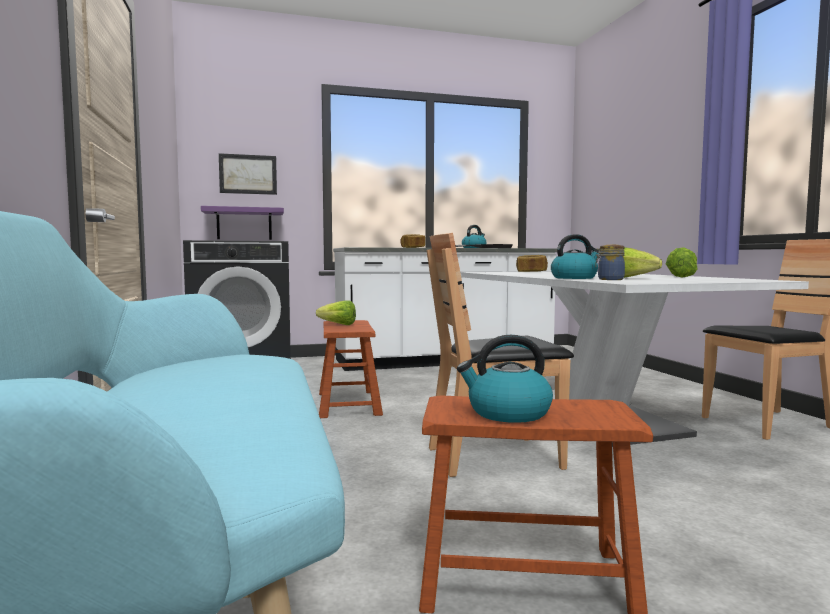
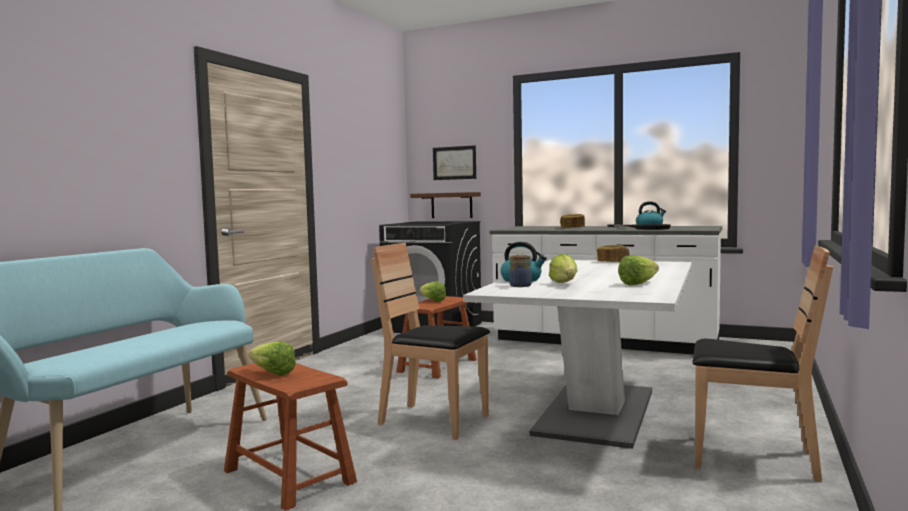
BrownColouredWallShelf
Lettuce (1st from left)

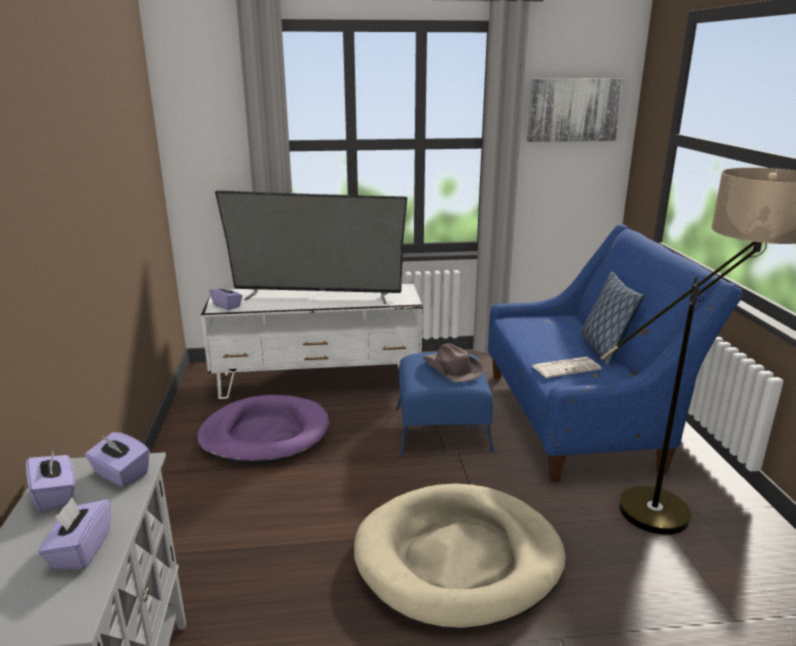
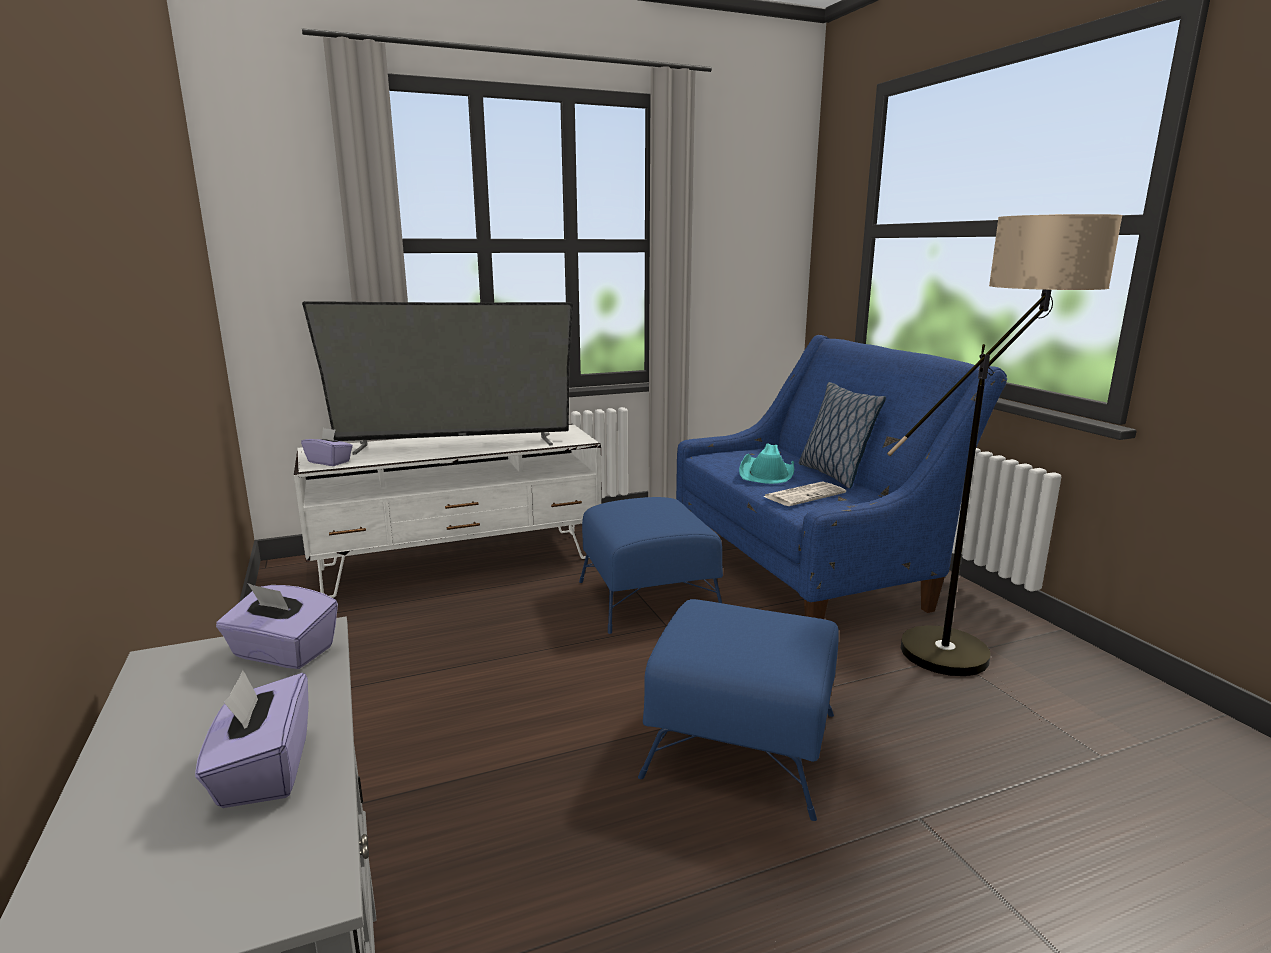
WallPicture
BrownColouredWearableHat
PurpleColouredDogCushion
PurpleColouredTissueHolder (1st from left in the first image)
BluishOttoman (2nd from left)
TurquoiseColouredWearableHat

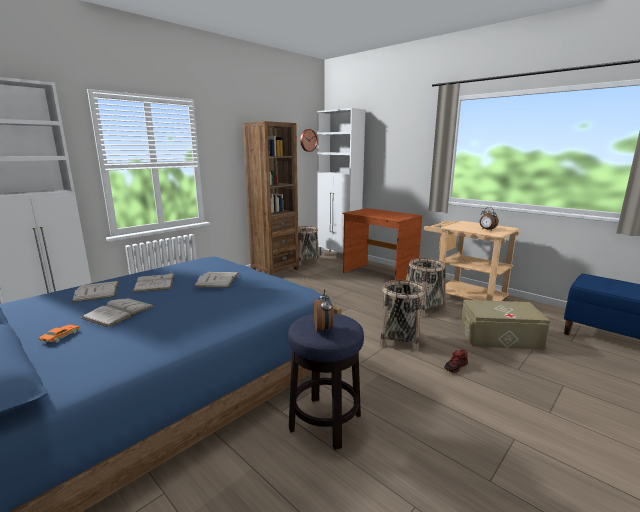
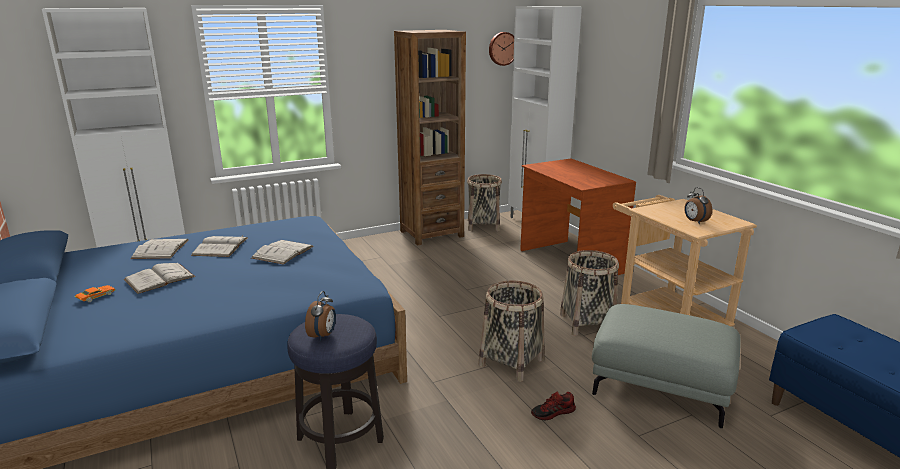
GrayOttoman

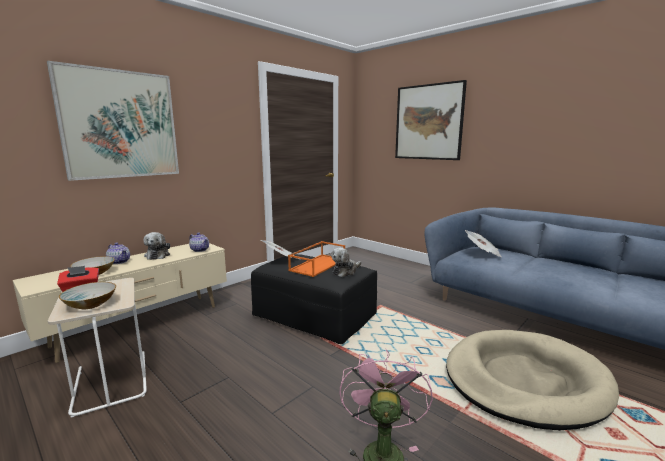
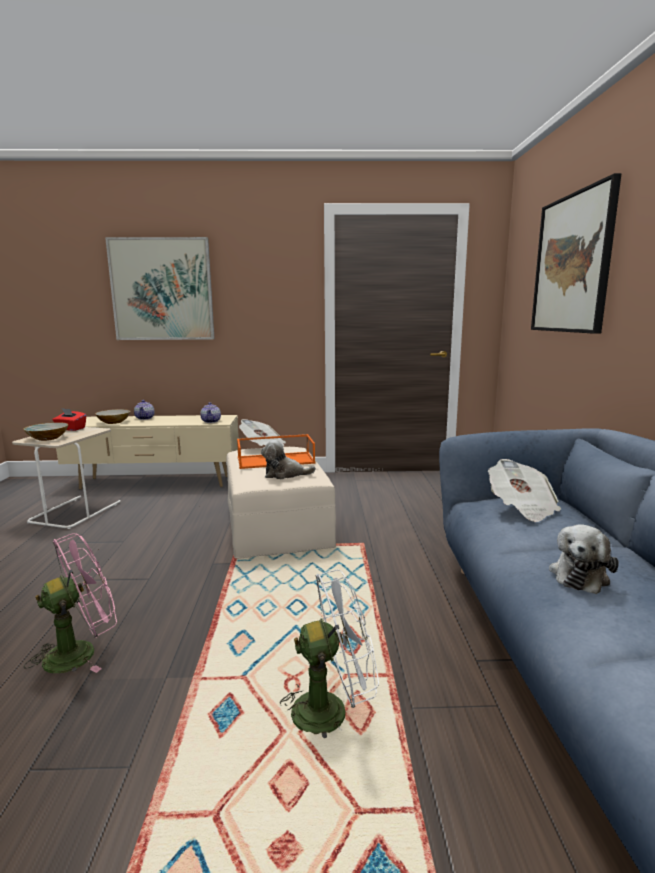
CuddlyToy (2nd from left)
BeigeColouredOttoman
WhitishFan

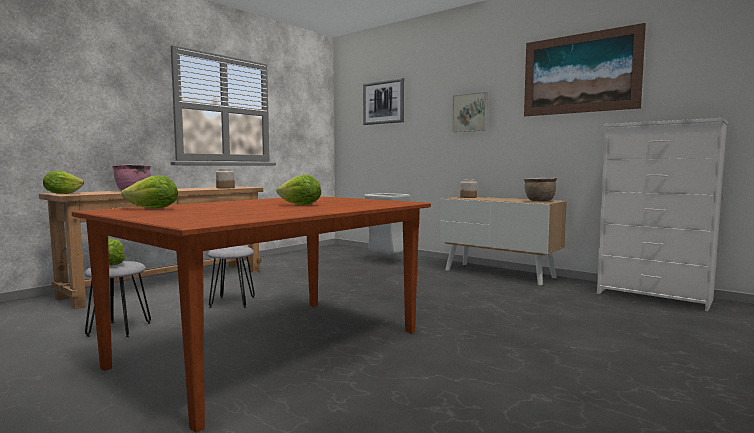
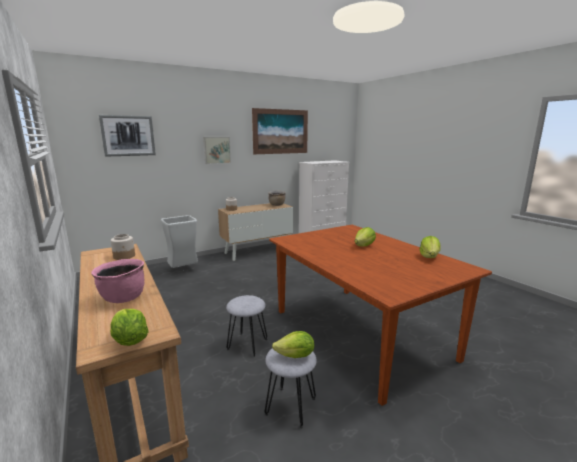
Lettuce (4th from left)

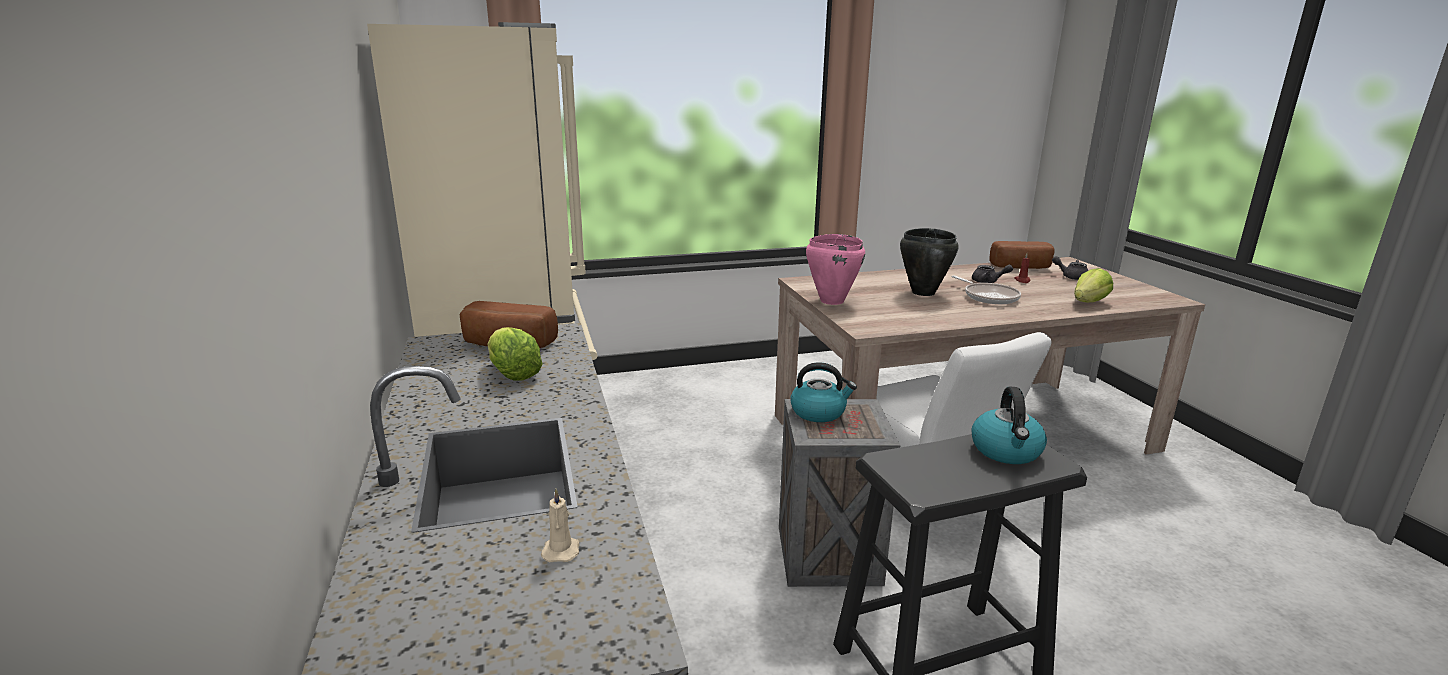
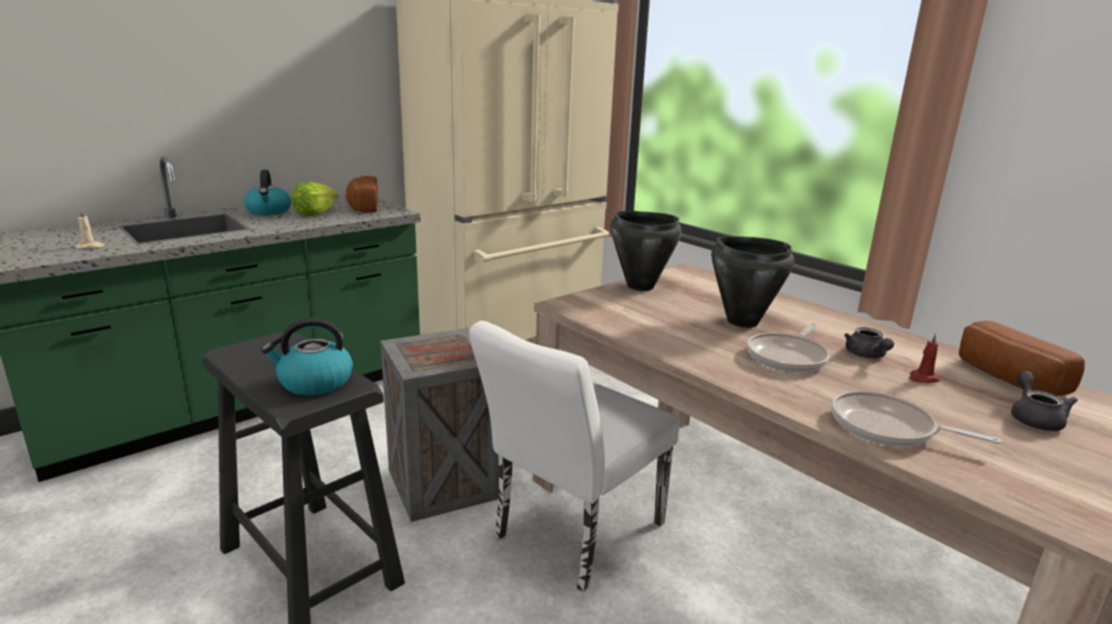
BlackStockpot (1st from left)
Pan (2nd from left)
WaterKettle (1st from left)

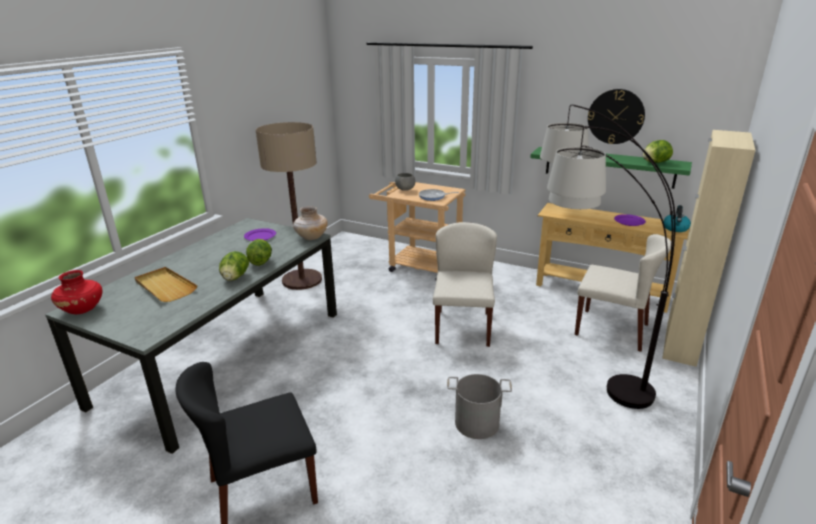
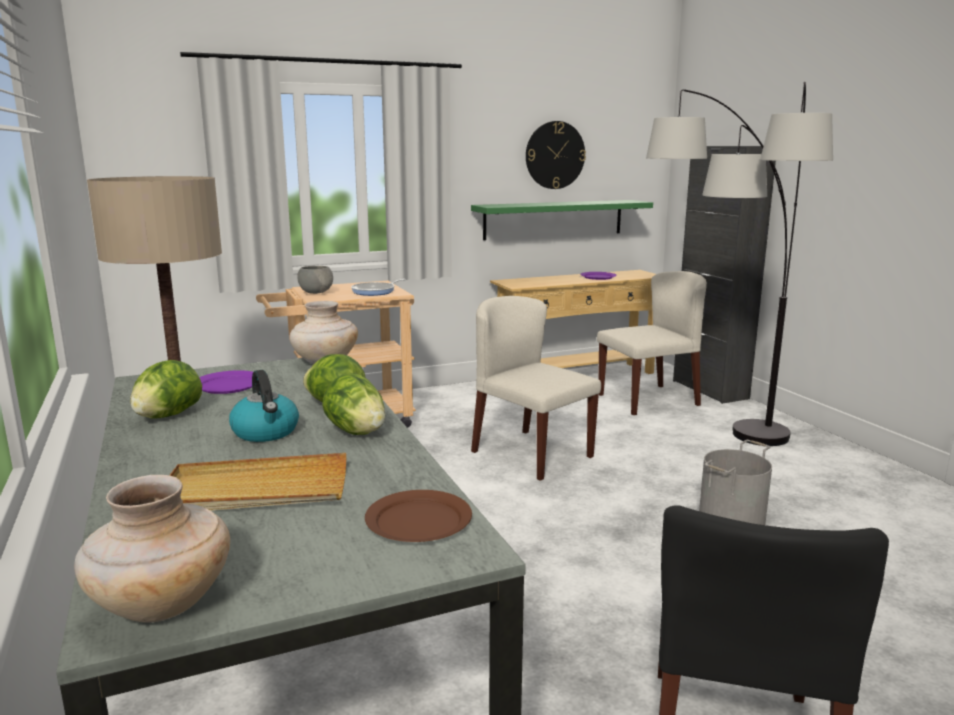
BlackCabinet
Lettuce (1st from left)
WaterKettle
BeigeColouredDecorativeVase (1st from left)
BrownColouredFlatDish

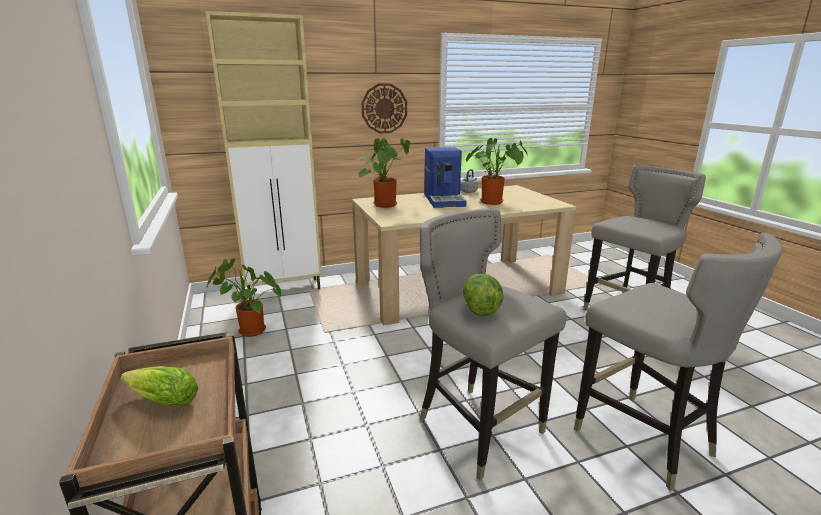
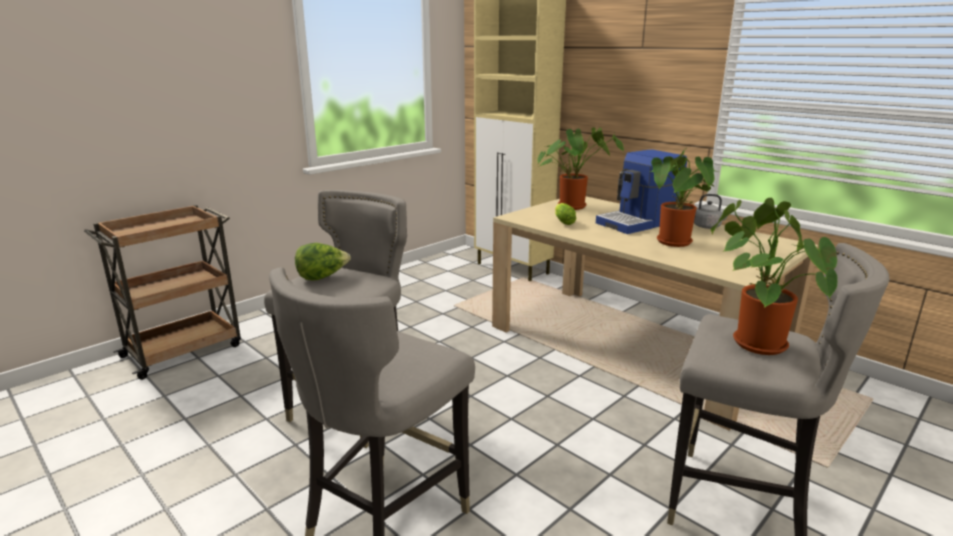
ClockOnTheWall
PottedPlant (3rd from left)
Lettuce (2nd from left)

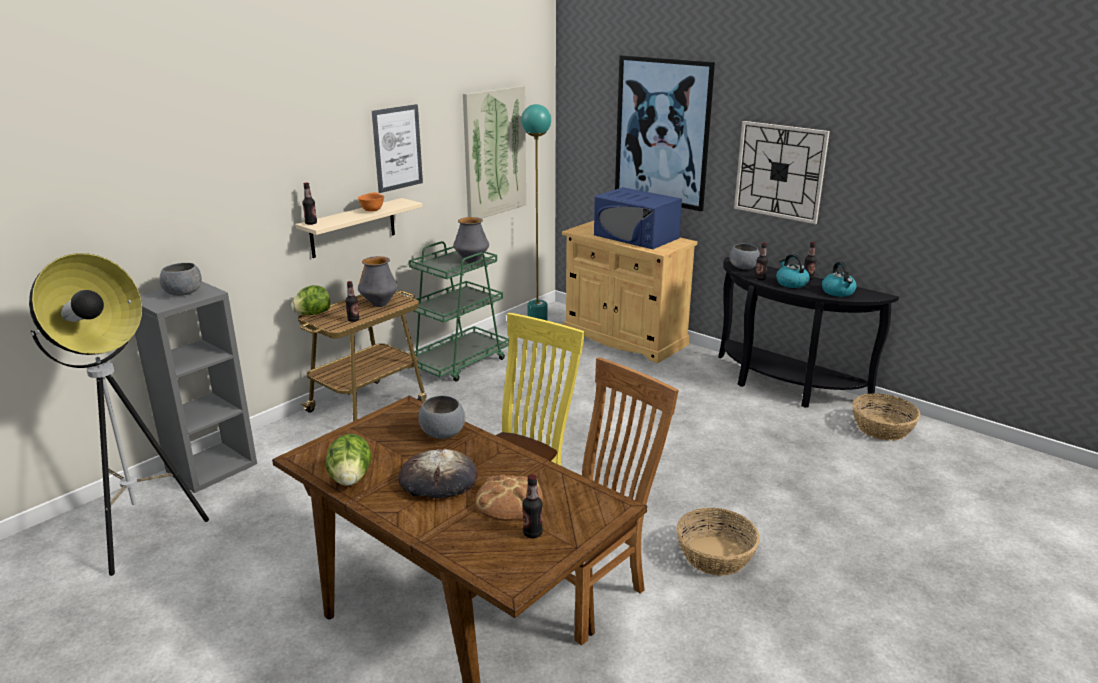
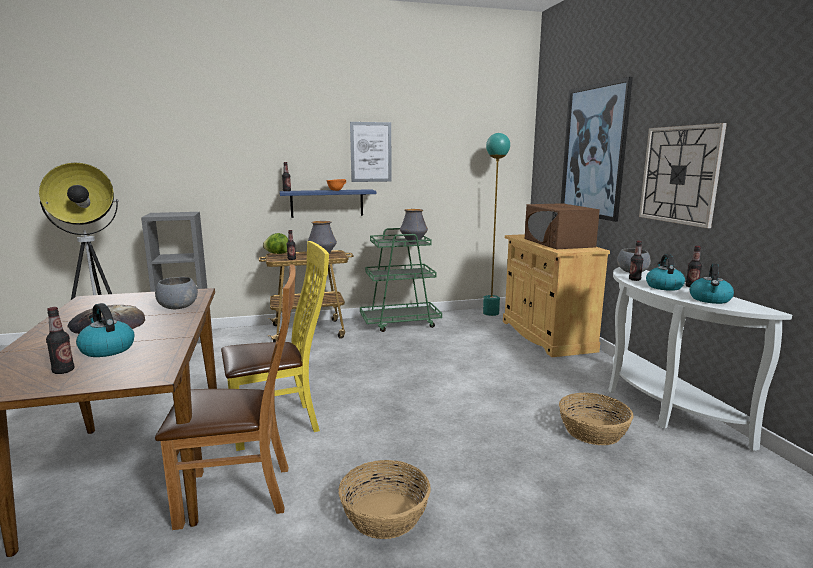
WallPicture (2nd from left in the first image)
BrownColouredMicrowaveOven
BluishWallShelf
WhitishNarrowTable
GrayBowl (1st from left in the first image)
Basket (2nd from left)
Lettuce (2nd from left in the first image)
WaterKettle (1st from left)

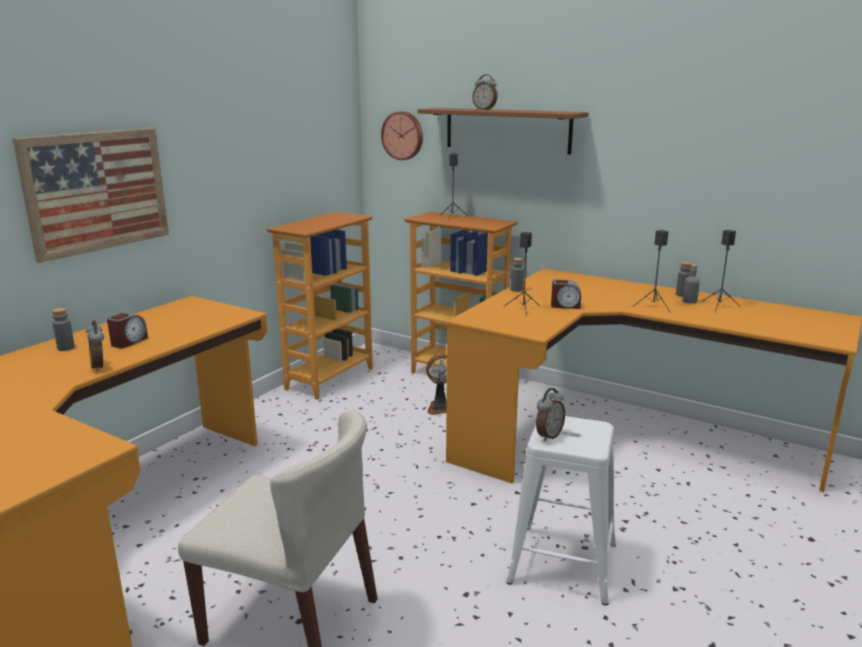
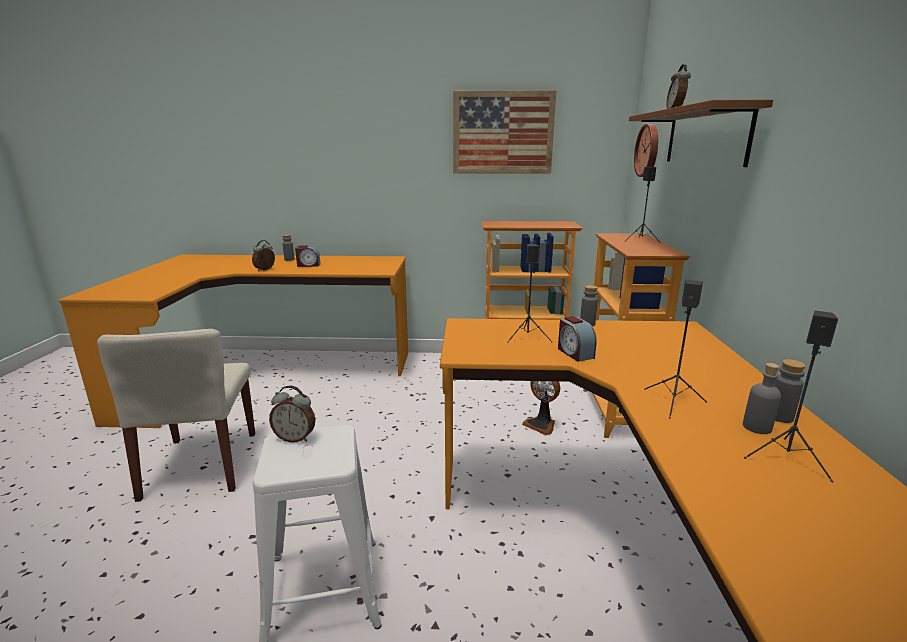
WallPicture

